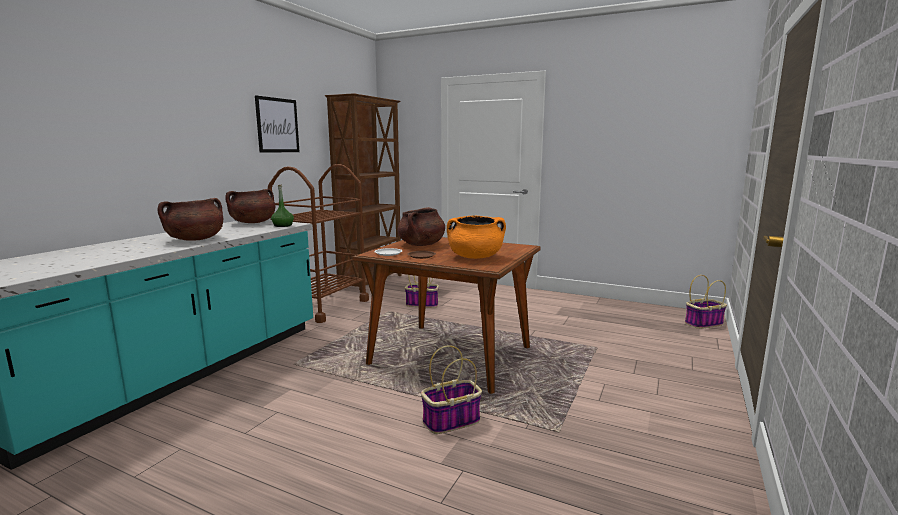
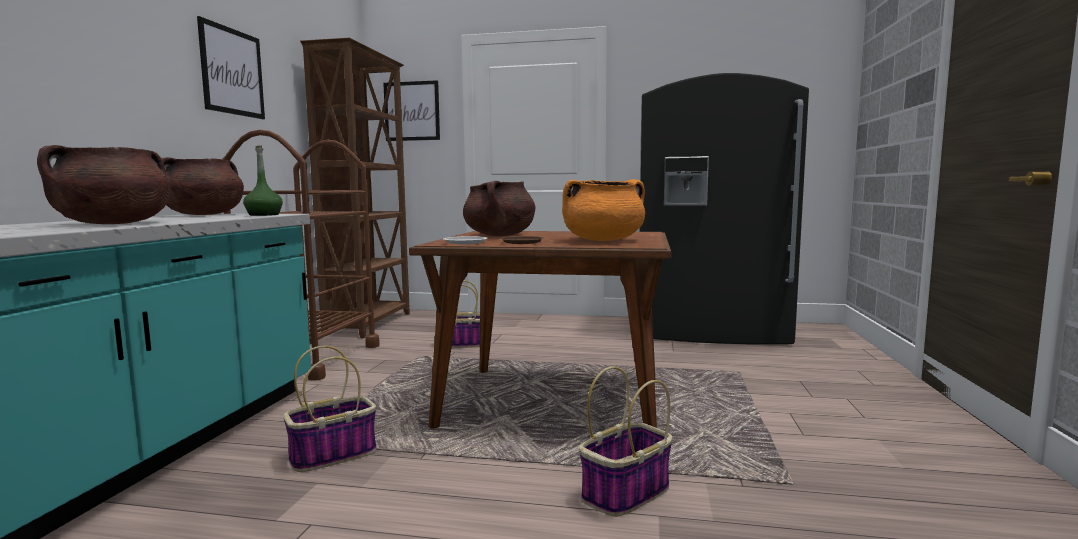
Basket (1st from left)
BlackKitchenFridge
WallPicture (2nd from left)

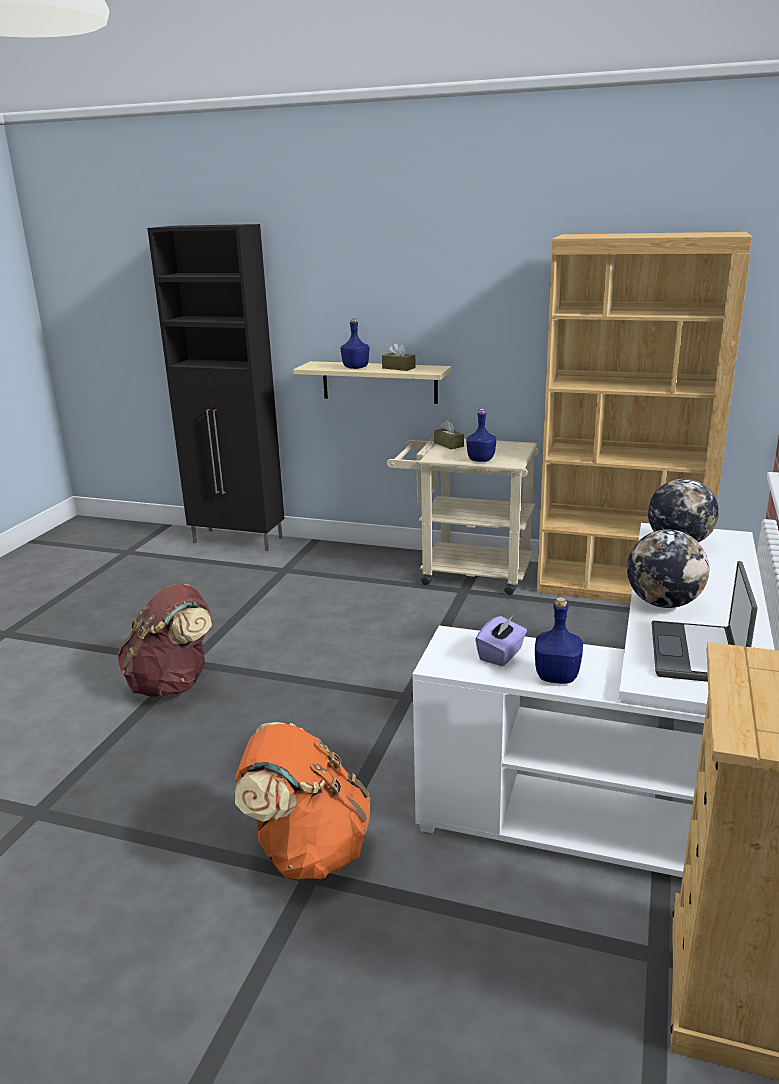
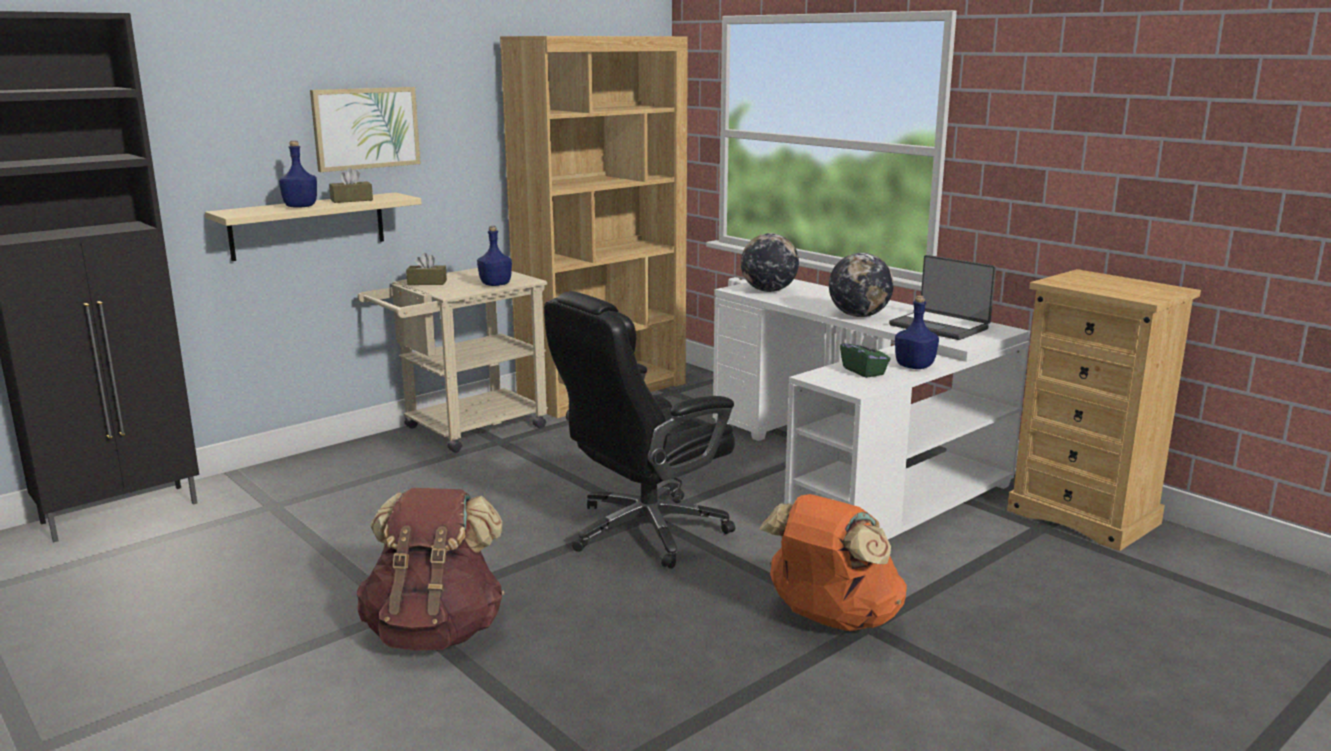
GreenTissueHolder
WallPicture
BlackDeskChair

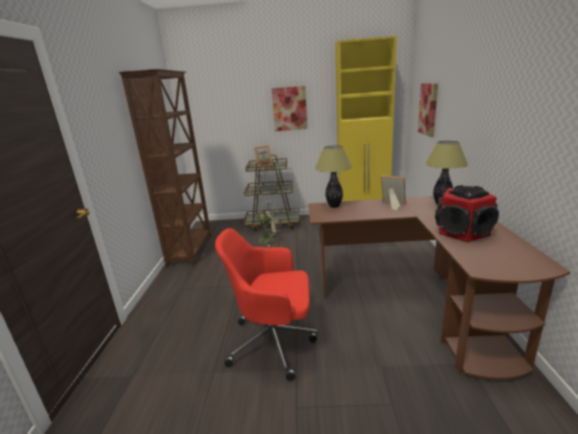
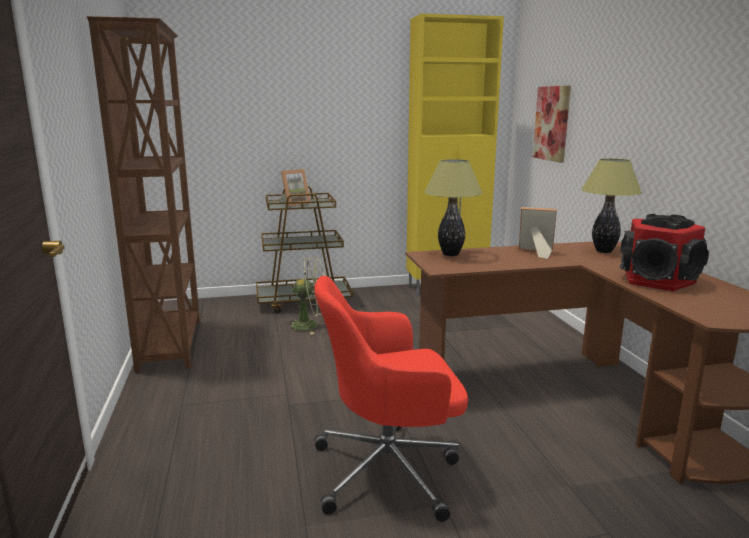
WallPicture (1st from left in the first image)

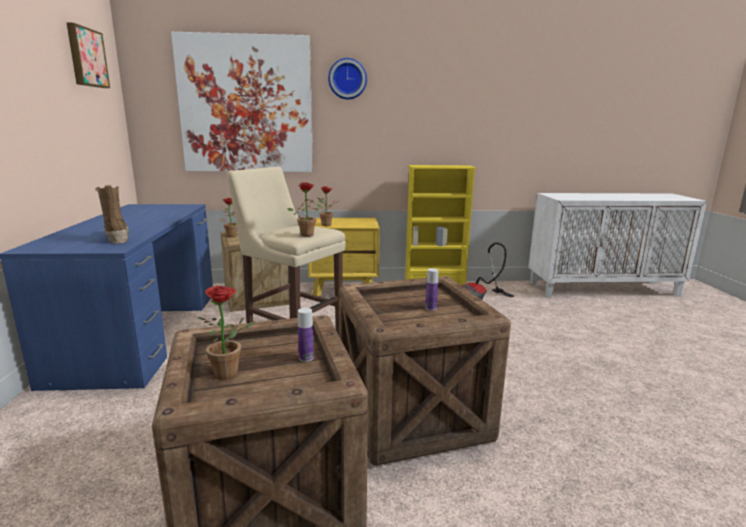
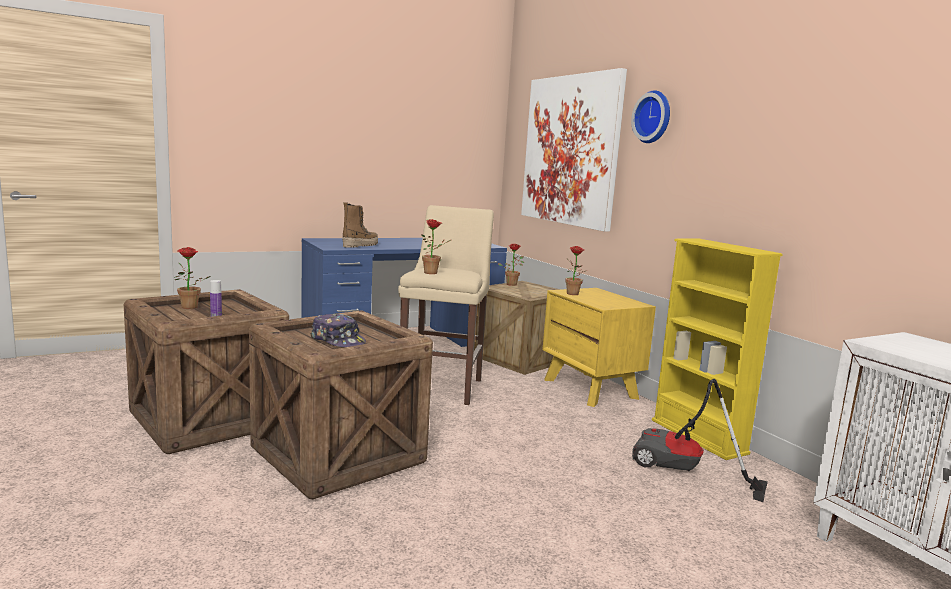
WallPicture (1st from left in the first image)
BaseballCap

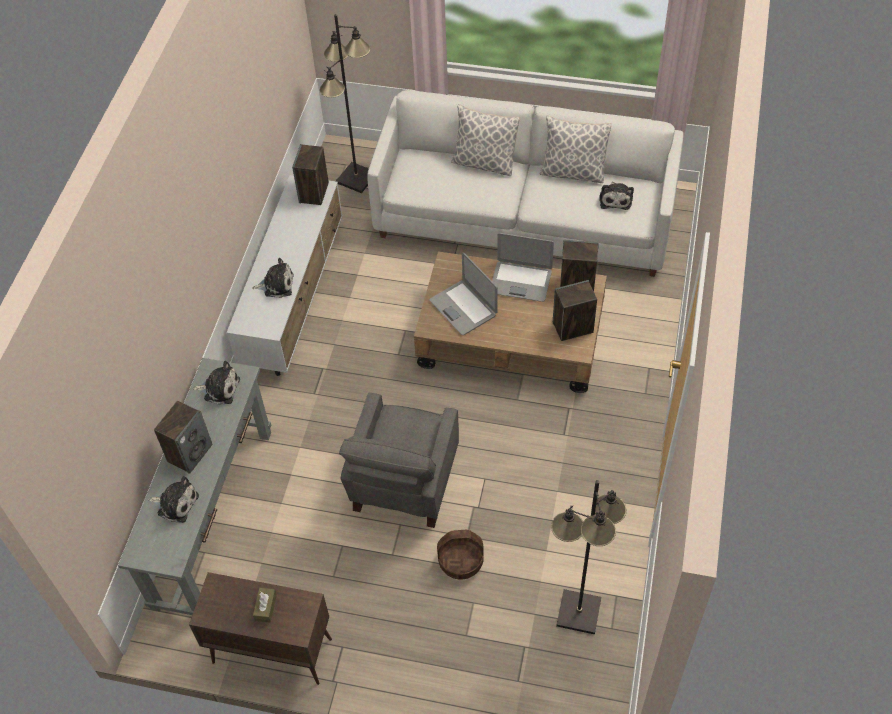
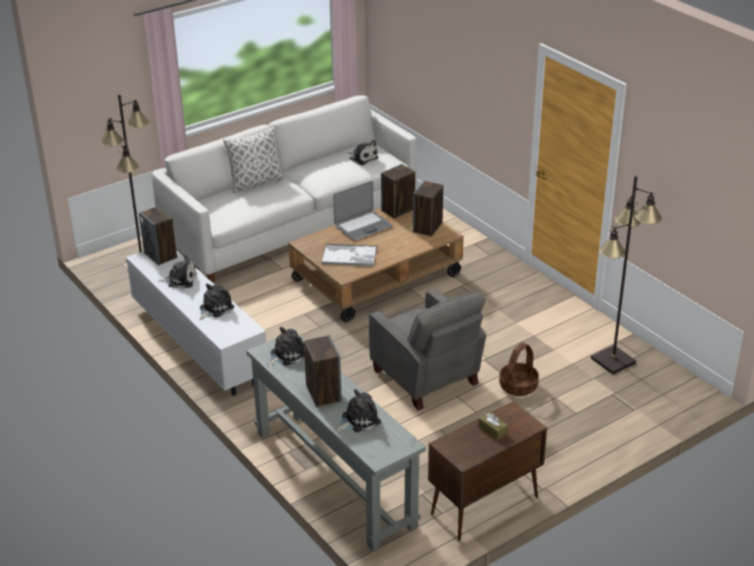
Cushion (2nd from left in the first image)
Tray
CuddlyToy (1st from left)

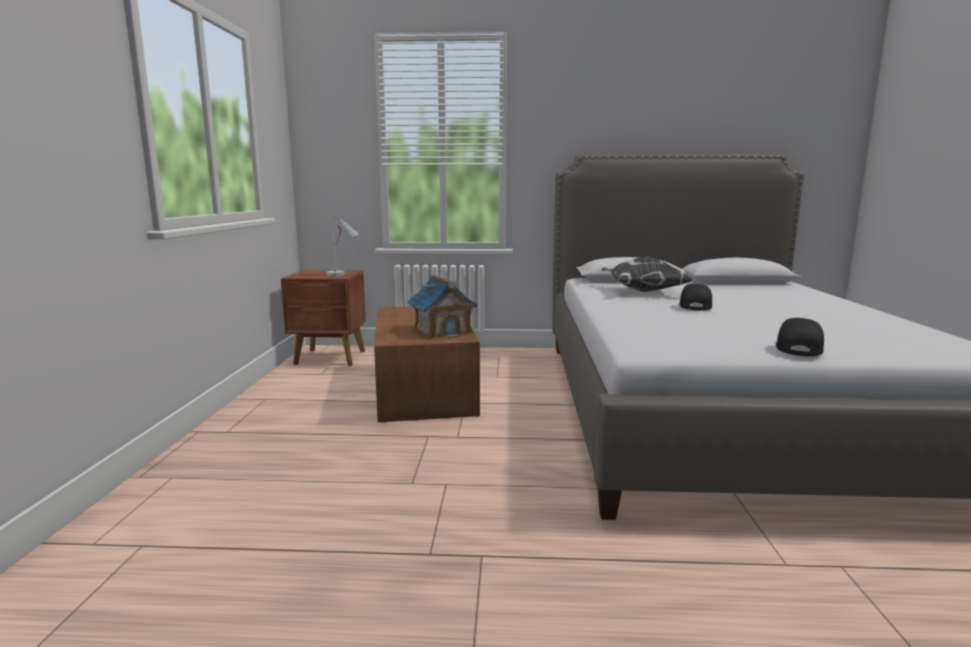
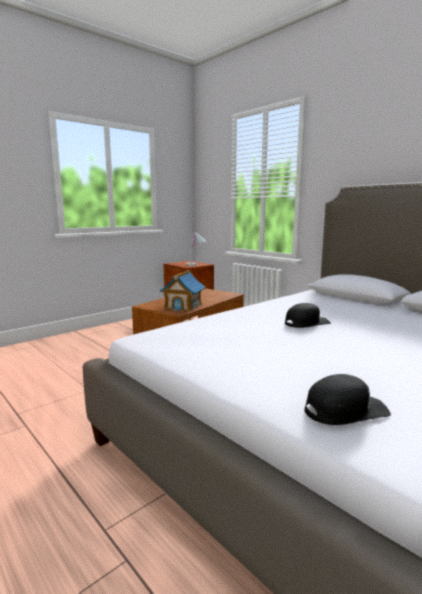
Cushion
BlackBaseballCap (2nd from left)

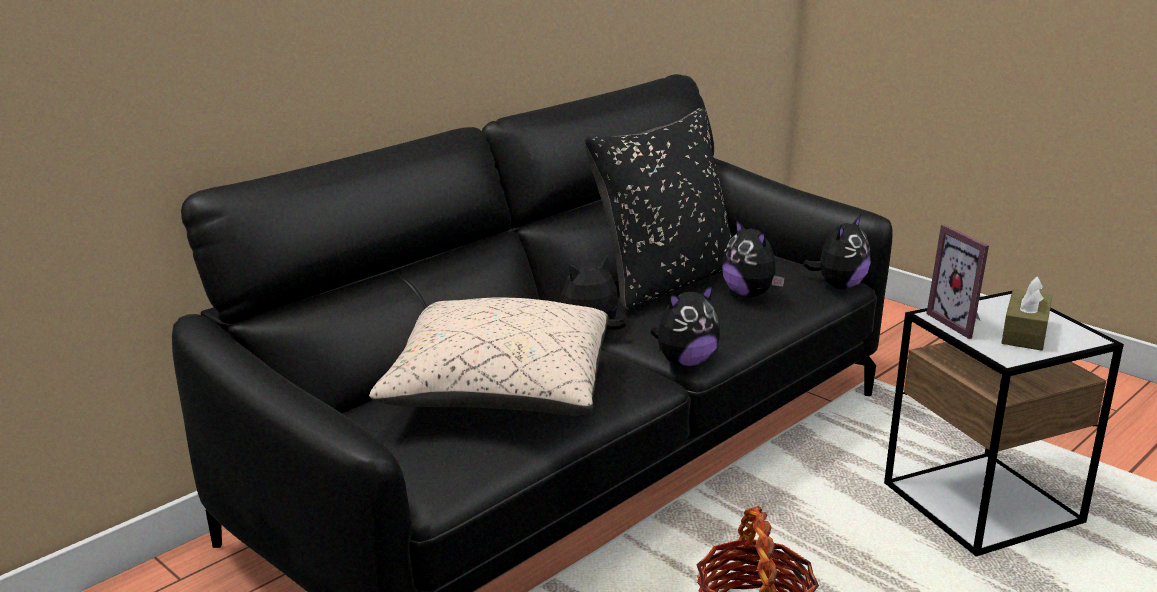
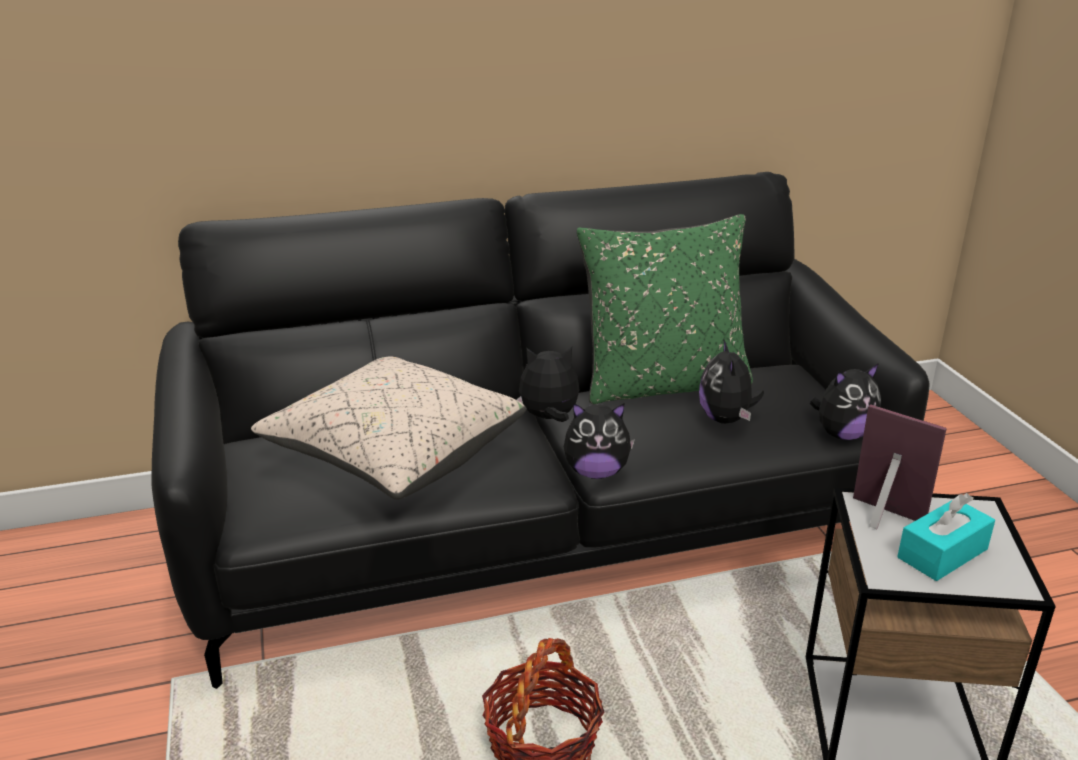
GreenCushion
StandingFrame
TurquoiseColouredTissueHolder

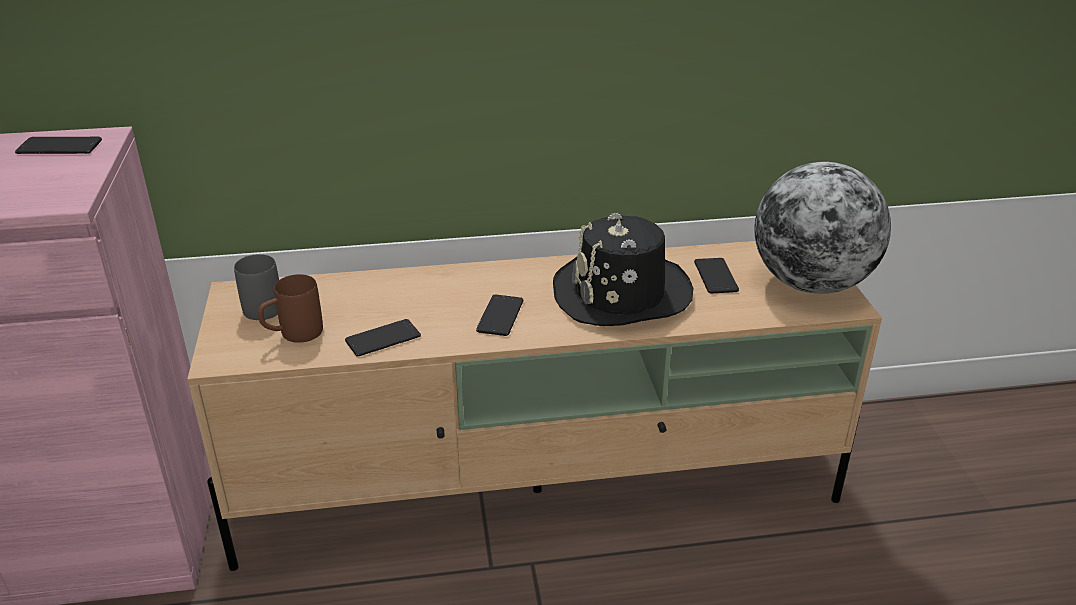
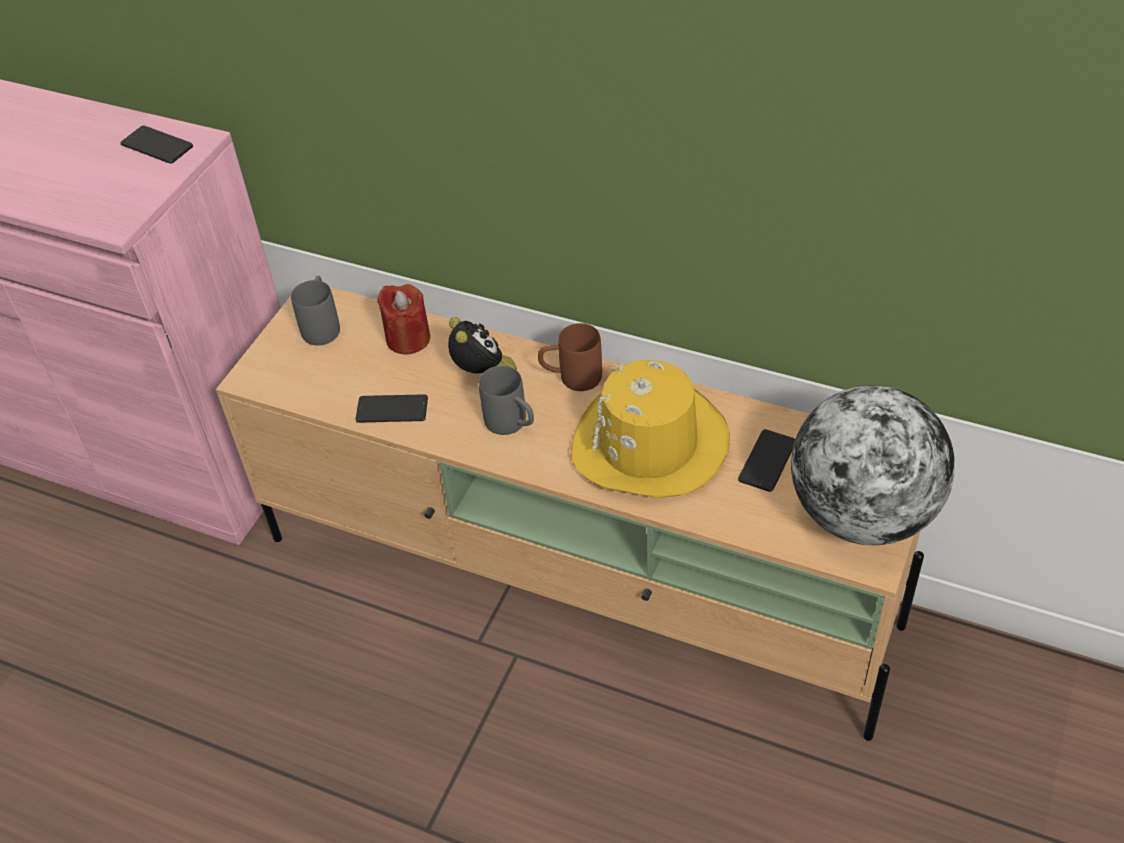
YellowWearableHat
BrownColouredMug
GrayMug (2nd from left)
ReddishWaxLight
AlarmClock

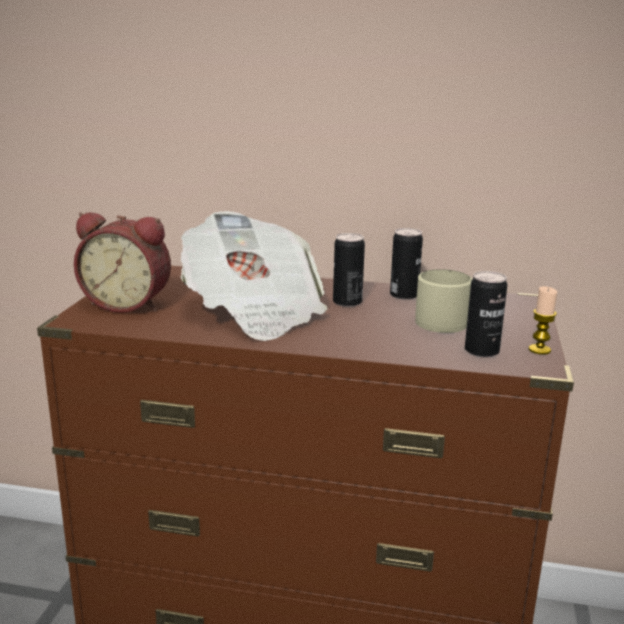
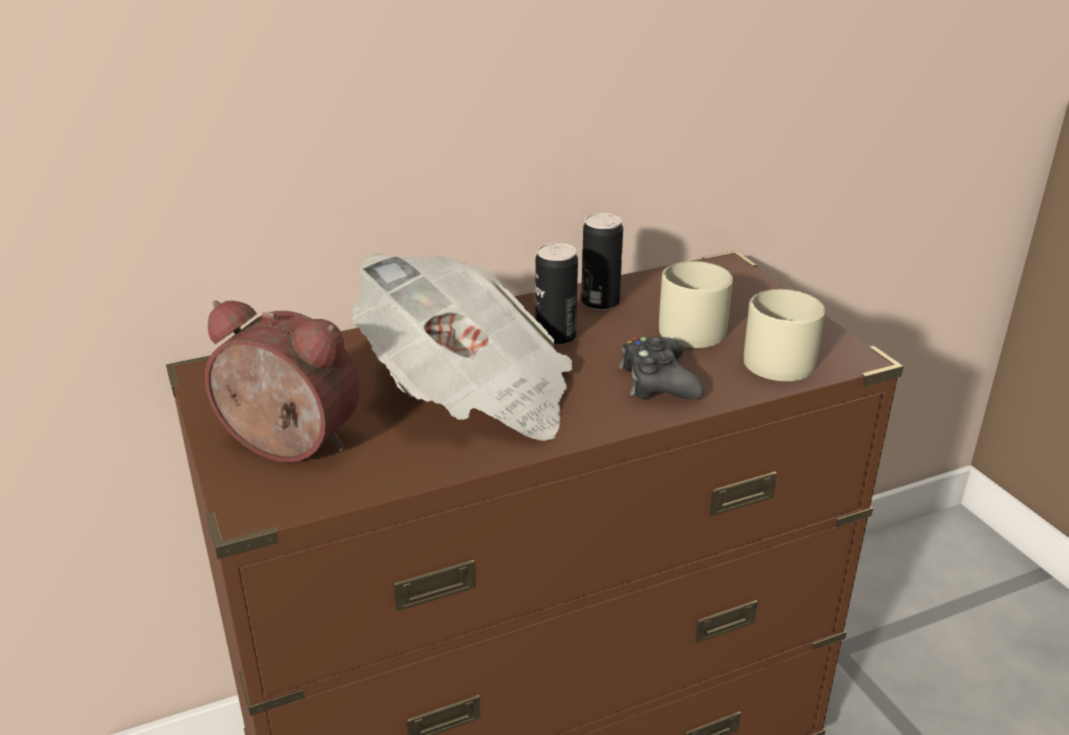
AlarmClock
BeigeColouredMug (2nd from left)
WaxLight
BlackGamepad

